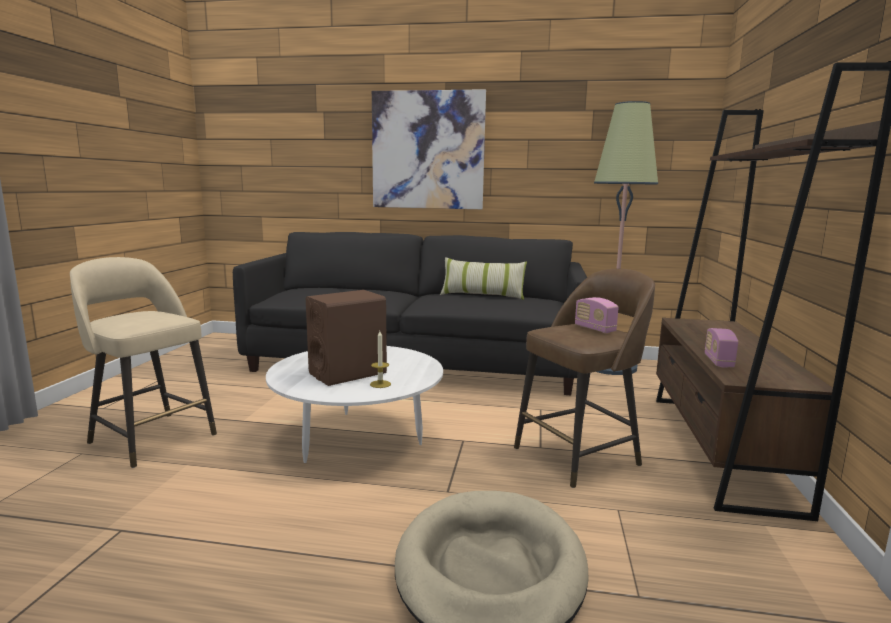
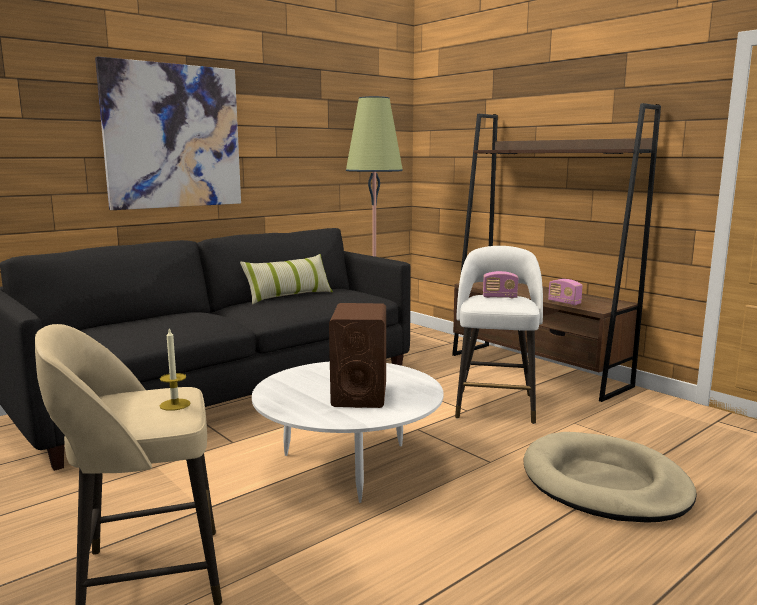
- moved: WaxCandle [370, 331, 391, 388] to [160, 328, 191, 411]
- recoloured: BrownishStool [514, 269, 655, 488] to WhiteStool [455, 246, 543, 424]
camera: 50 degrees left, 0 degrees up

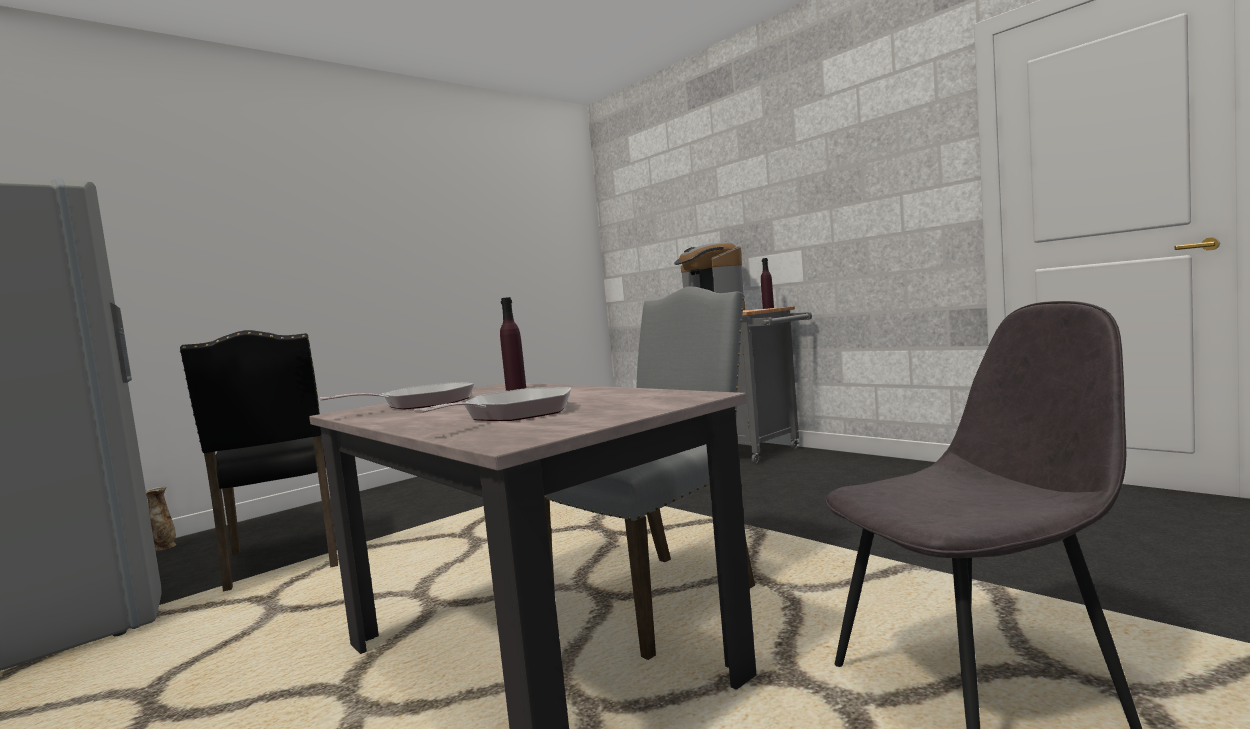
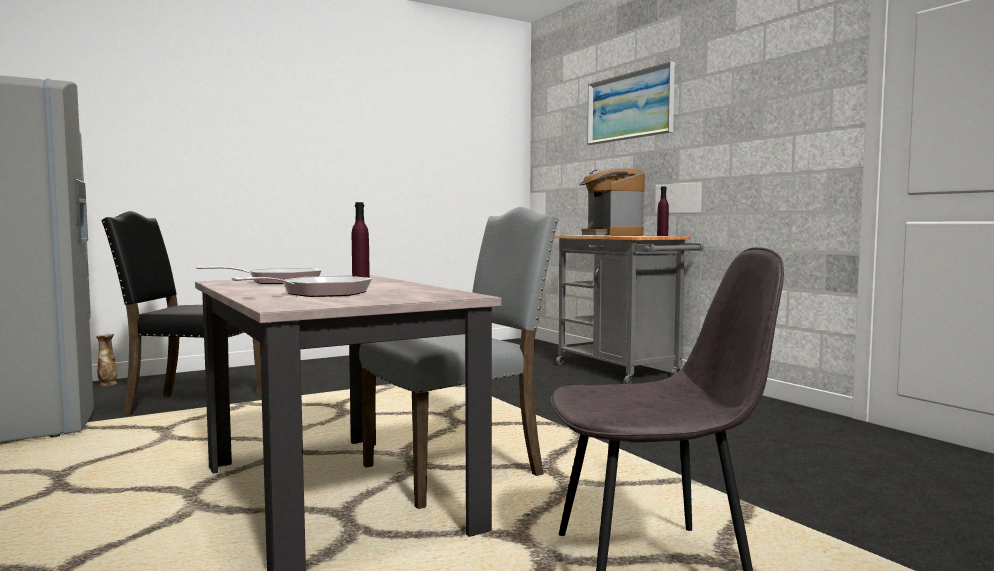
- turned: BlackPlainChair [180, 330, 338, 592] = [101, 211, 262, 416] 105 degrees clockwise
- added: WallArt [587, 61, 675, 145]
camera: 10 degrees right, 0 degrees up

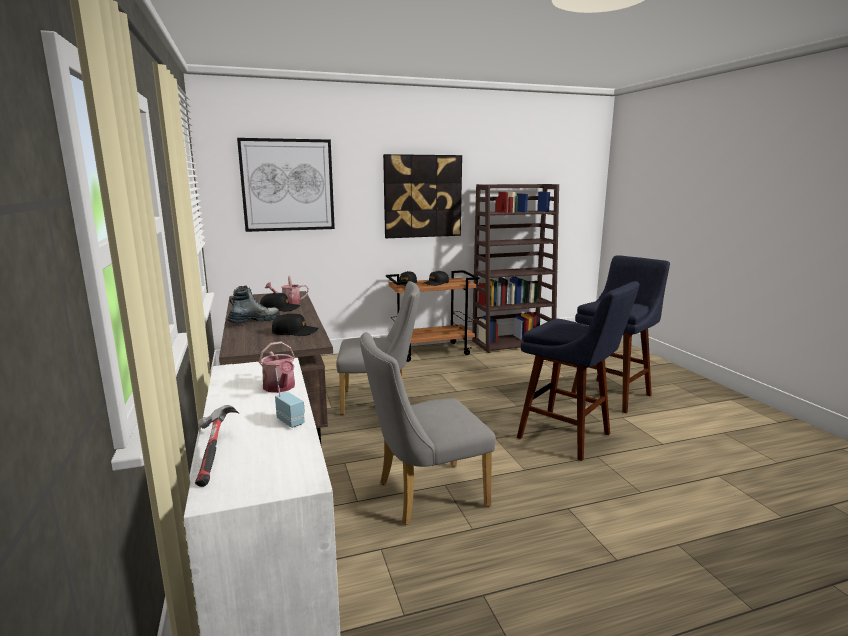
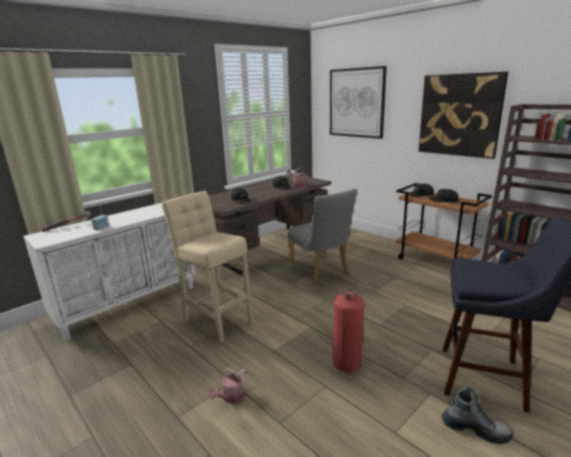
- moved: Boot [227, 286, 280, 324] to [442, 387, 513, 444]
- moved: SprinklingCan [259, 342, 295, 393] to [209, 368, 247, 403]
- replaced: GreyPlainChair [360, 332, 496, 525] to BeigeColouredStool [162, 191, 254, 343]
- replaced: BluishStool [517, 281, 640, 461] to Extinguisher [333, 283, 364, 372]
camera: 65 degrees right, 5 degrees up

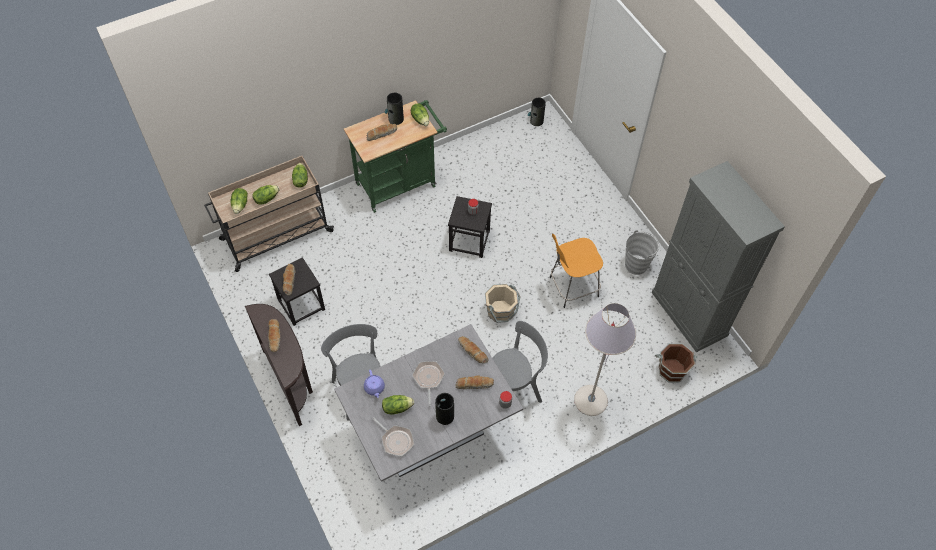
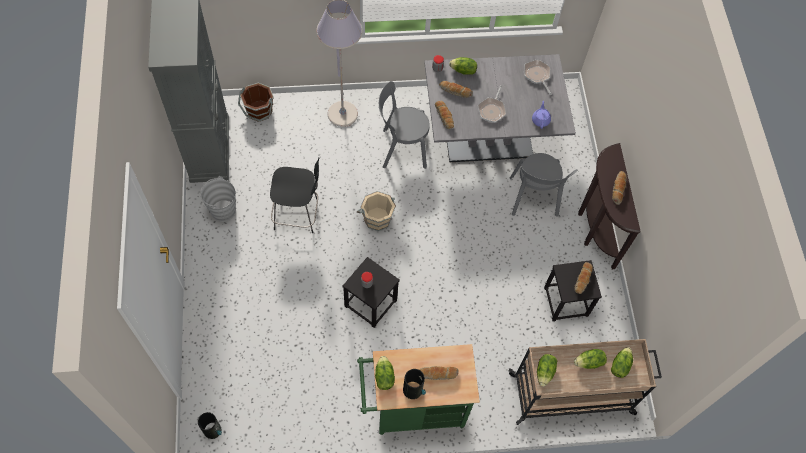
- moved: Lettuce [382, 395, 414, 415] to [449, 57, 477, 75]
- removed: FlowerVase [435, 393, 454, 425]
- recoloured: OrangeColouredStool [550, 234, 603, 308] to BlackStool [270, 157, 320, 233]
camera: 160 degrees left, 5 degrees up

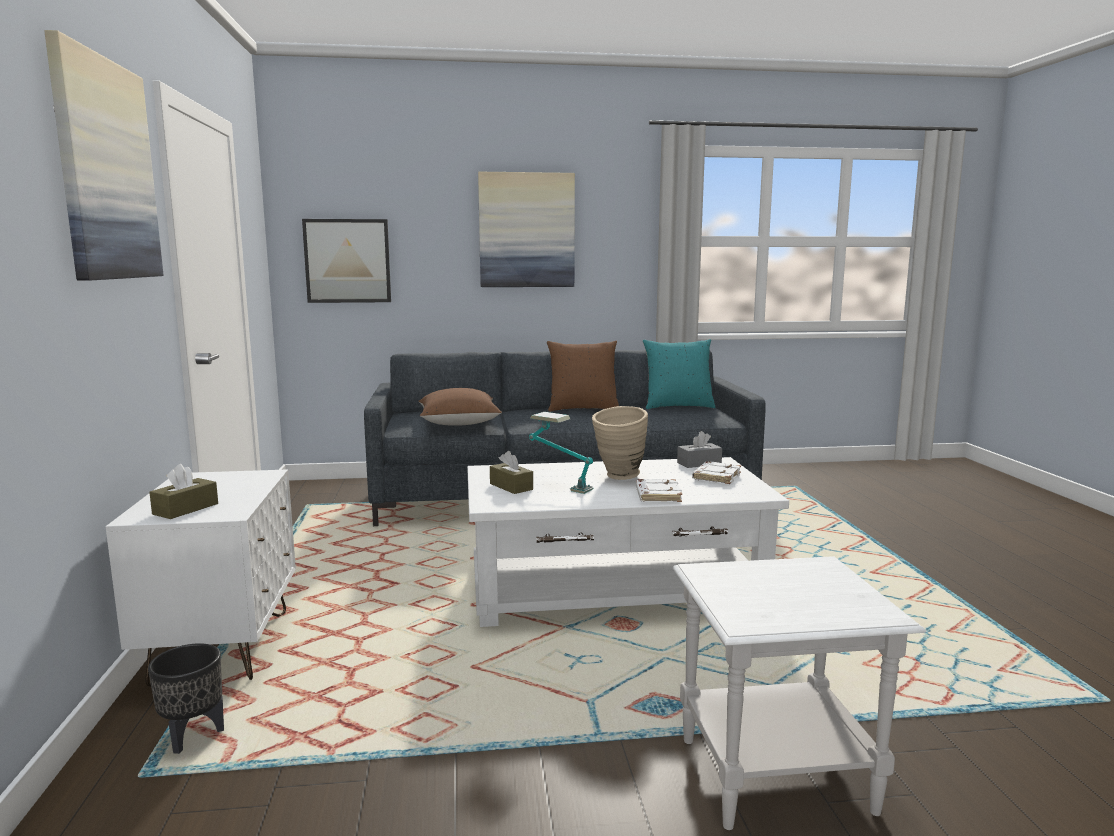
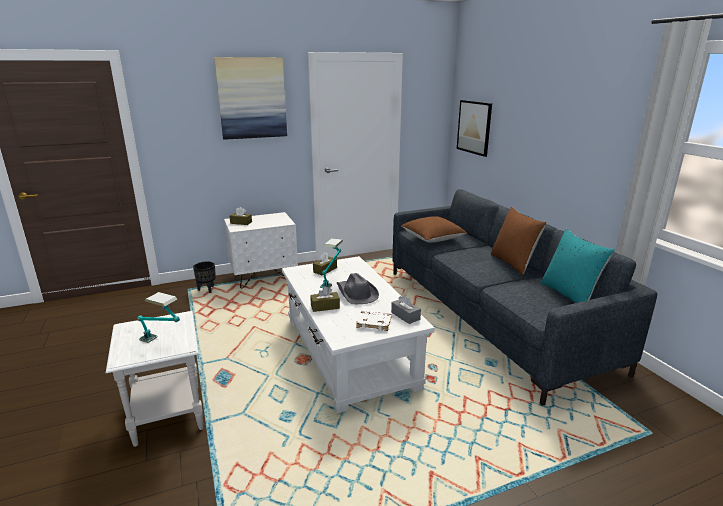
- removed: WallArt [478, 172, 575, 287]
- replaced: BeigeColouredFlowerVase [592, 406, 648, 480] to GreyWearableHat [337, 273, 379, 304]
- replaced: WhiteBook [636, 479, 682, 502] to BrownishTissueHolder [310, 287, 340, 312]
- added: LampForATable [137, 292, 180, 343]
camera: 75 degrees right, 10 degrees up

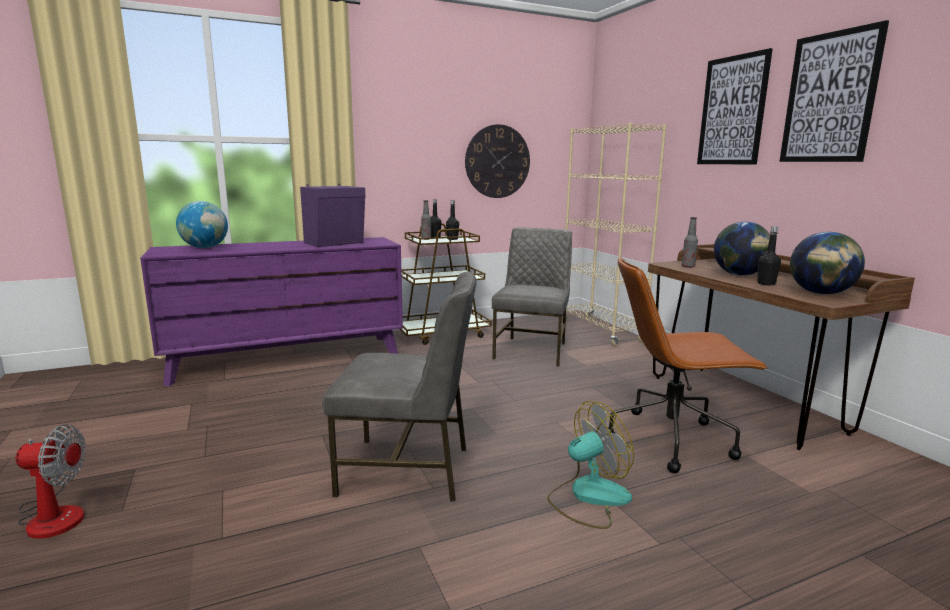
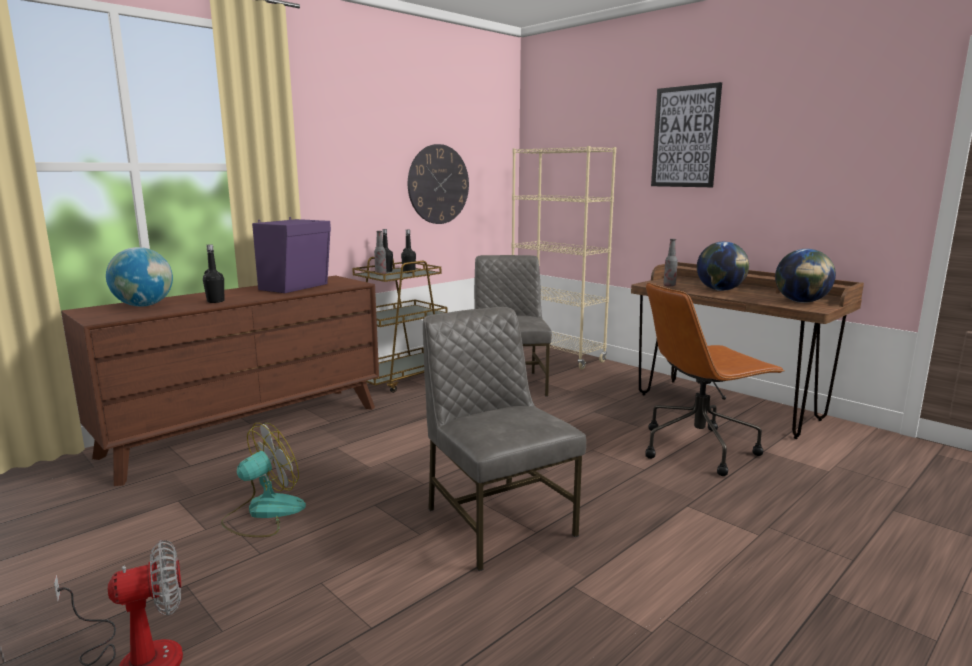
- recoloured: PurpleDrawerChest [140, 237, 403, 386] to BrownishDrawerChest [61, 276, 379, 486]
- turned: GreyPlainChair [322, 271, 477, 502] = [423, 307, 586, 571] 105 degrees counterclockwise
- moved: ElectricFan [547, 401, 634, 529] to [221, 423, 306, 537]
- moved: BlackBottle [757, 226, 781, 286] to [203, 244, 224, 303]
- removed: WallArt [779, 20, 889, 162]
camera: 20 degrees left, 0 degrees up

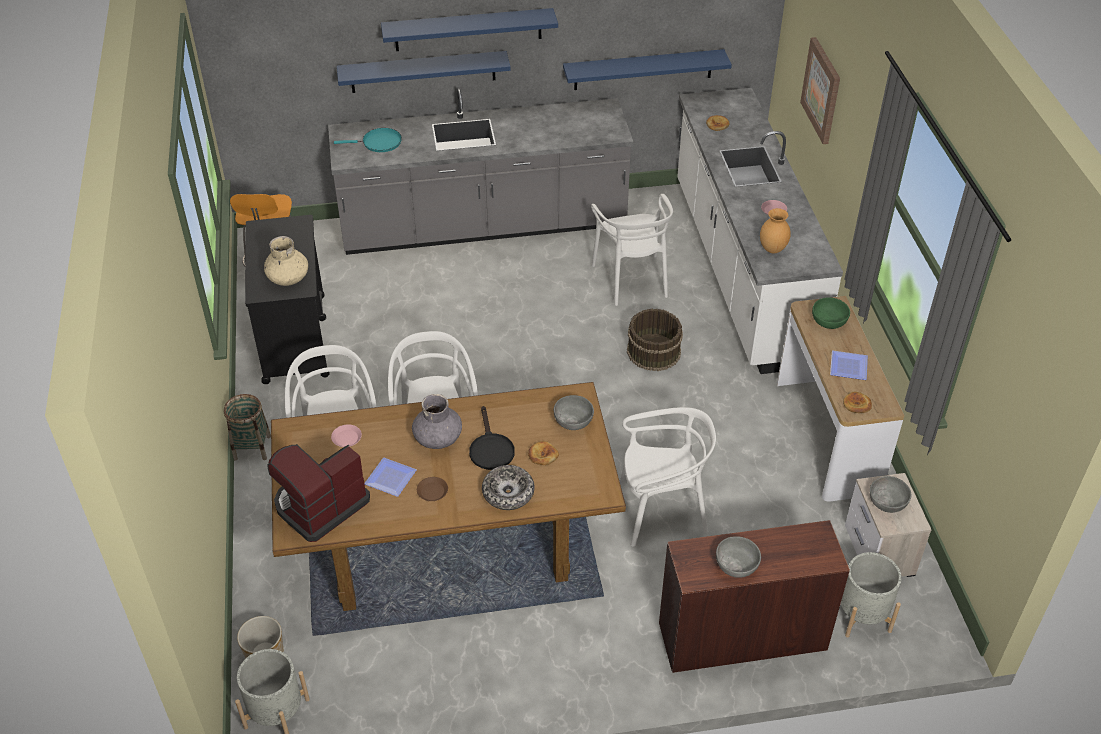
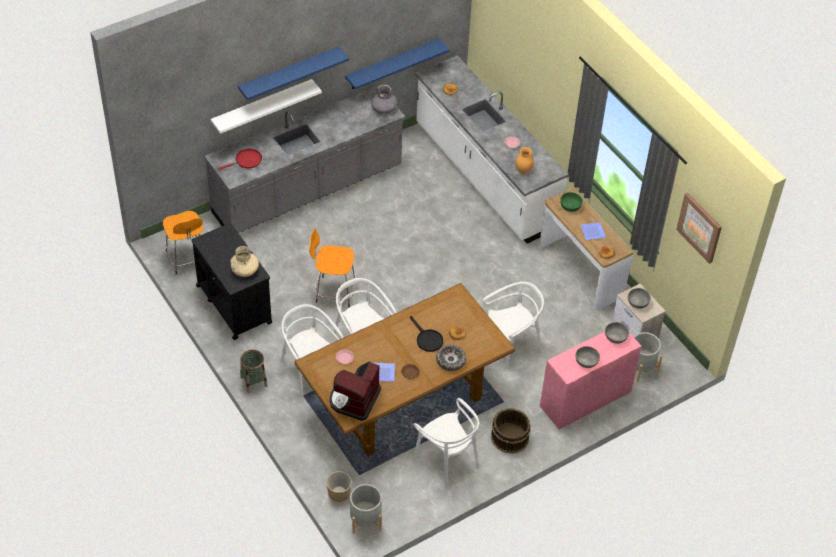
- recoloured: BlueGreenSkillet [334, 128, 402, 152] to ReddishSkillet [218, 149, 262, 170]
- recoloured: BluishWallShelf [337, 51, 511, 93] to WhiteWallShelf [211, 79, 322, 134]
- moved: GreyFlowerVase [412, 394, 462, 449] to [371, 85, 397, 114]
- moved: GreyServingBowl [554, 395, 594, 430] to [605, 322, 629, 344]
- moved: WhitePlainChair [591, 194, 673, 306] to [413, 398, 479, 488]
- moved: BrownishBucket [627, 308, 683, 371] to [491, 408, 531, 453]
- recoloured: BrownishDeskTable [659, 520, 850, 673] to PinkishDeskTable [540, 332, 642, 430]
- moved: WallArt [800, 37, 840, 144] to [676, 193, 722, 264]
- added: OrangeColouredStool [309, 228, 357, 307]
camera: 25 degrees left, 5 degrees up

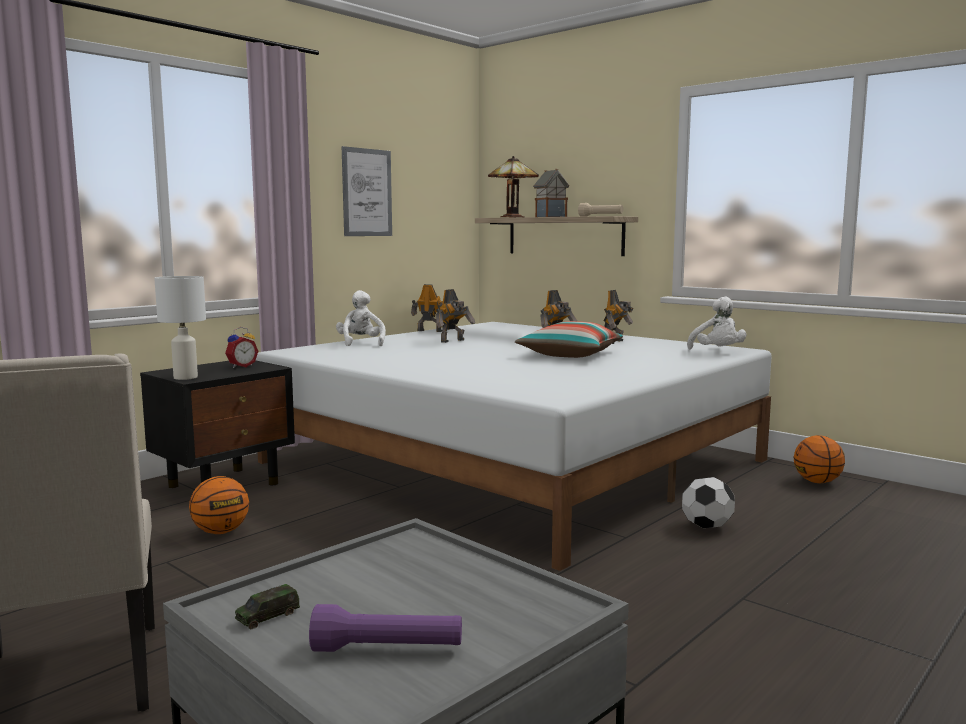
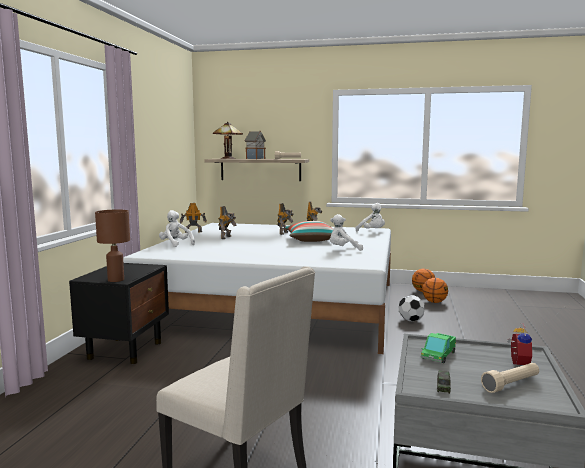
- recoloured: WhiteLampForATable [154, 276, 206, 380] to BrownishLampForATable [95, 210, 130, 282]
- moved: BallForBasketball [189, 476, 249, 534] to [422, 278, 448, 303]
- moved: BedsideClock [225, 327, 258, 368] to [507, 323, 532, 366]
- recoloured: PurpleFlashlight [309, 604, 462, 652] to BeigeColouredFlashlight [481, 363, 539, 393]
- removed: WallArt [342, 146, 392, 236]
- added: WhitePlushToy [330, 214, 363, 251]
- added: ModelTruck [421, 333, 456, 363]
camera: 30 degrees left, 0 degrees up

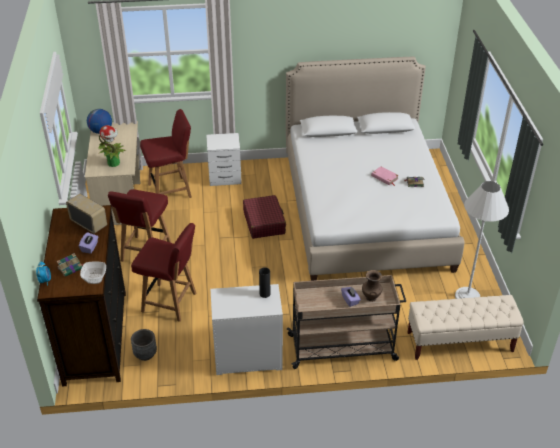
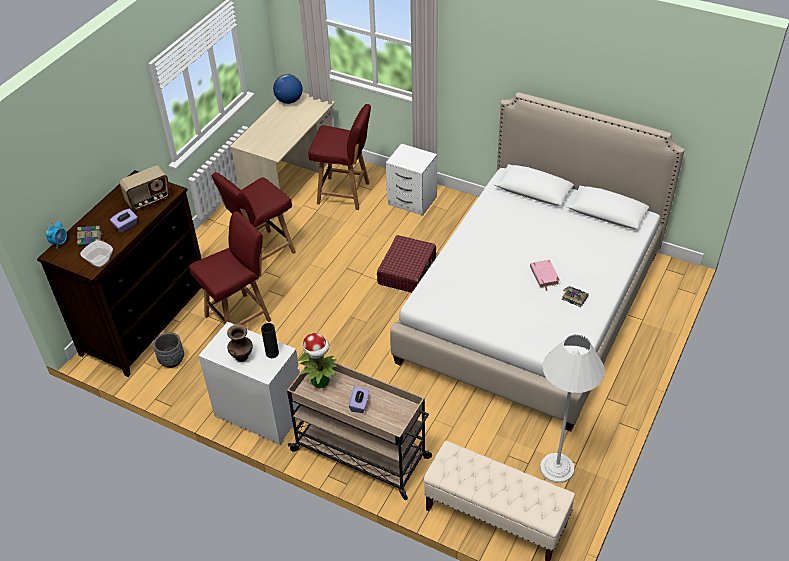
- turned: RadioReceiver [66, 194, 107, 234] = [119, 165, 171, 210] 75 degrees clockwise
- moved: Houseplant [98, 125, 126, 167] to [297, 333, 338, 388]
- turned: ReddishPlainChair [131, 223, 196, 322] = [189, 211, 271, 325] 90 degrees counterclockwise
- moved: BrownishFlowerVase [362, 270, 382, 302] to [227, 324, 253, 362]
camera: 35 degrees right, 5 degrees up

